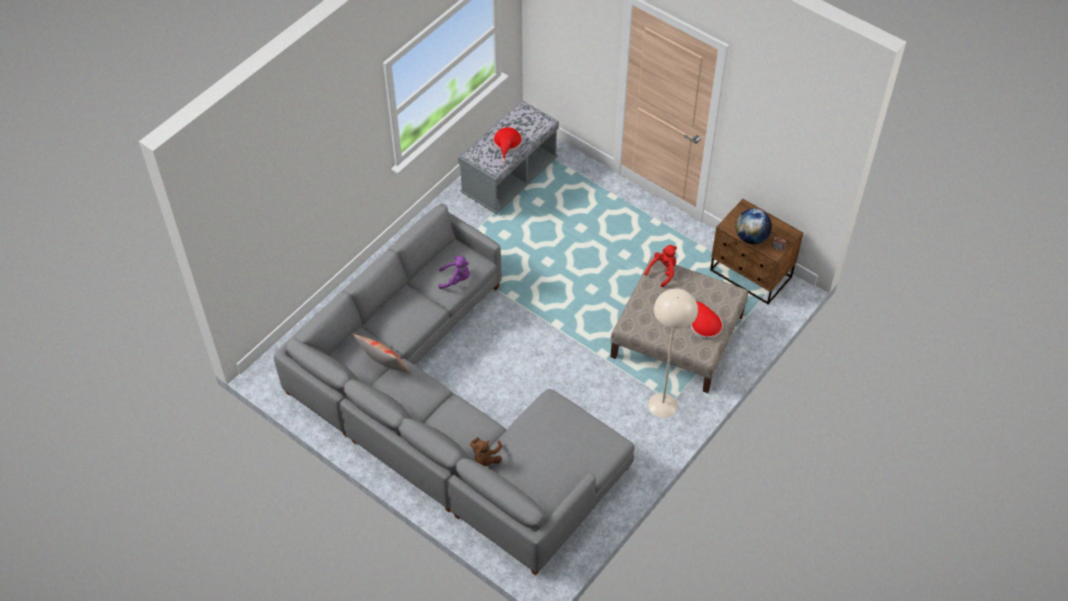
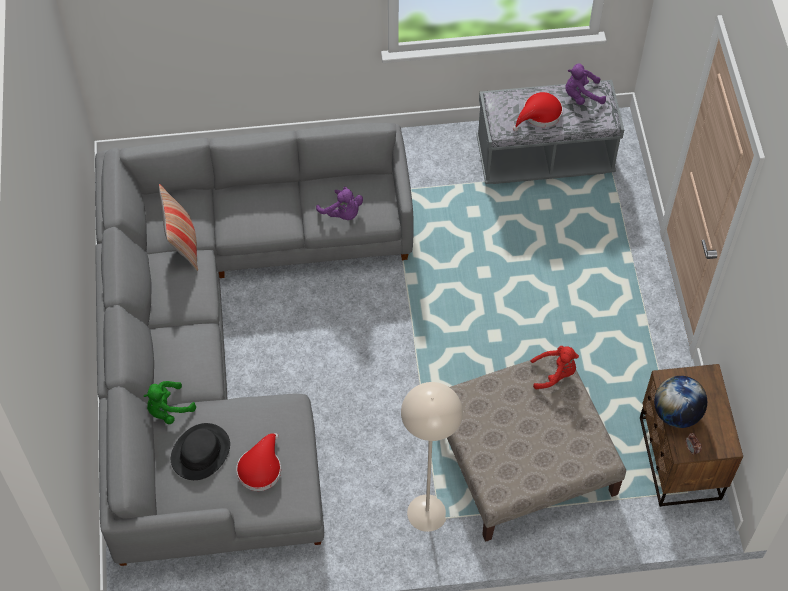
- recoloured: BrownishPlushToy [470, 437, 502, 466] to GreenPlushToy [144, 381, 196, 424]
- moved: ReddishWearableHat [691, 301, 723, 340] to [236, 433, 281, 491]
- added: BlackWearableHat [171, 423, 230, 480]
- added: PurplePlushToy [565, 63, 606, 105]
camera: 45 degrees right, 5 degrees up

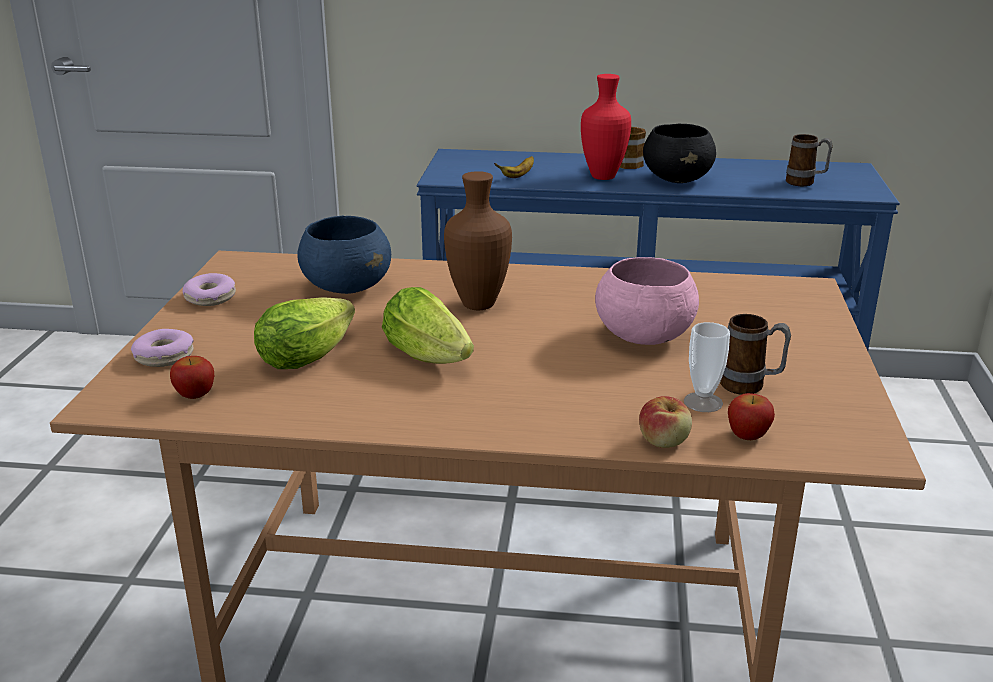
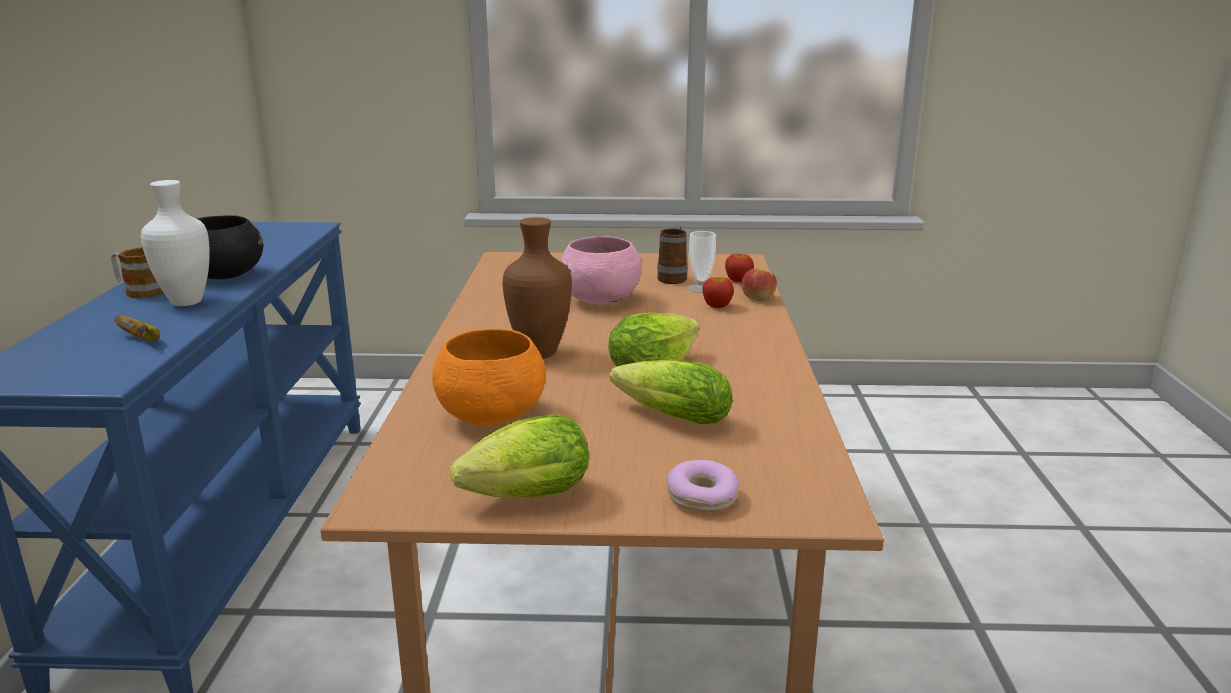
- moved: Apple [170, 356, 214, 399] to [703, 277, 734, 308]
- replaced: Donut [183, 273, 236, 306] to Lettuce [450, 414, 589, 498]
- recoloured: BluishServingBowl [297, 215, 391, 294] to OrangeColouredServingBowl [432, 329, 546, 426]
- recoloured: ReddishFlowerVase [581, 74, 631, 180] to WhiteFlowerVase [141, 180, 210, 306]
- removed: CoffeeMug [786, 134, 833, 186]
camera: 95 degrees left, 5 degrees down

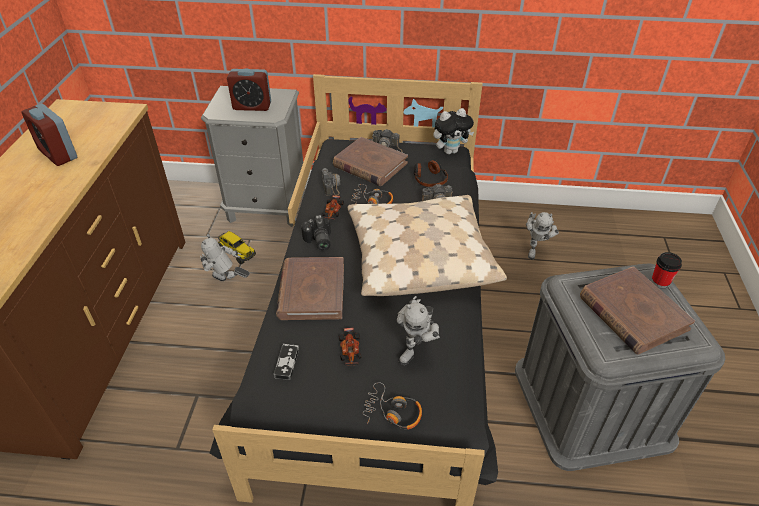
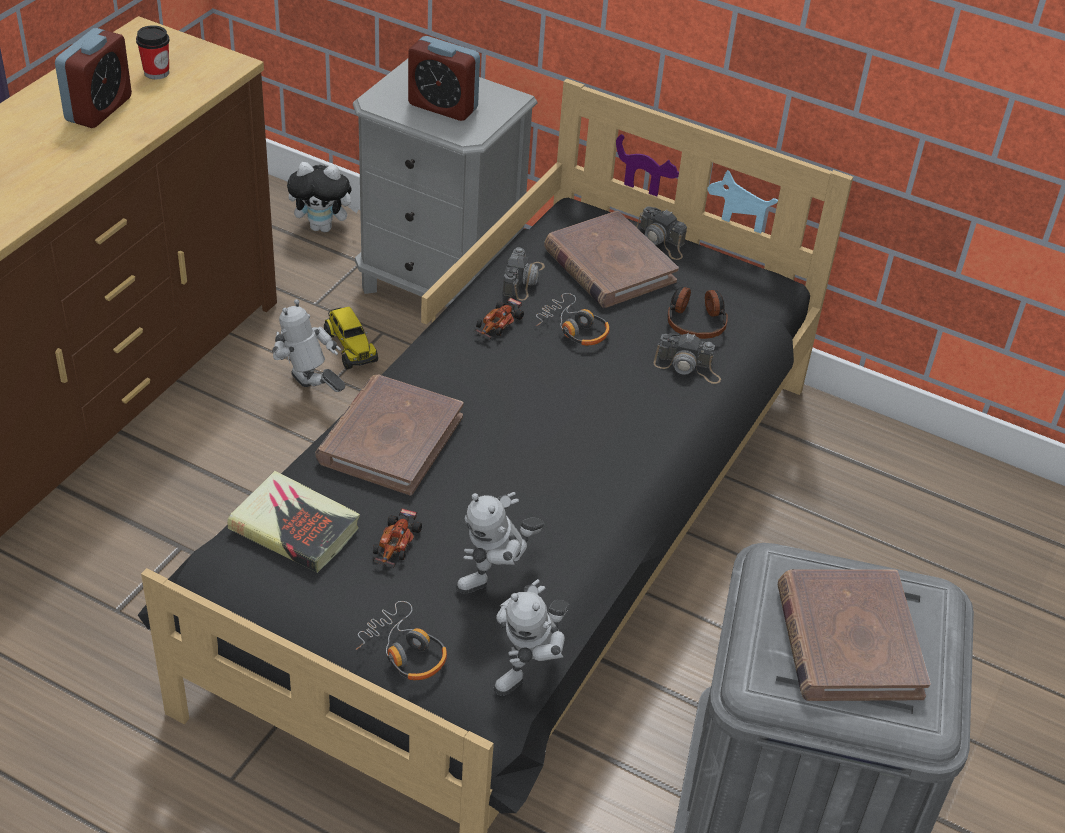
- turned: BedsideClock [22, 104, 77, 166] = [55, 28, 132, 128] 135 degrees counterclockwise
- replaced: Gamepad [274, 344, 299, 380] to Book [227, 471, 360, 573]
- removed: StillCamera [301, 215, 331, 251]
- removed: BeigeColouredThrowPillow [348, 195, 507, 296]
- moved: PlushToy [433, 108, 474, 154] to [287, 162, 359, 232]
- moved: ToyRobot [526, 212, 559, 259] to [493, 579, 569, 696]
- moved: SmallCup [651, 252, 682, 289] to [136, 25, 169, 79]
camera: 20 degrees right, 0 degrees up

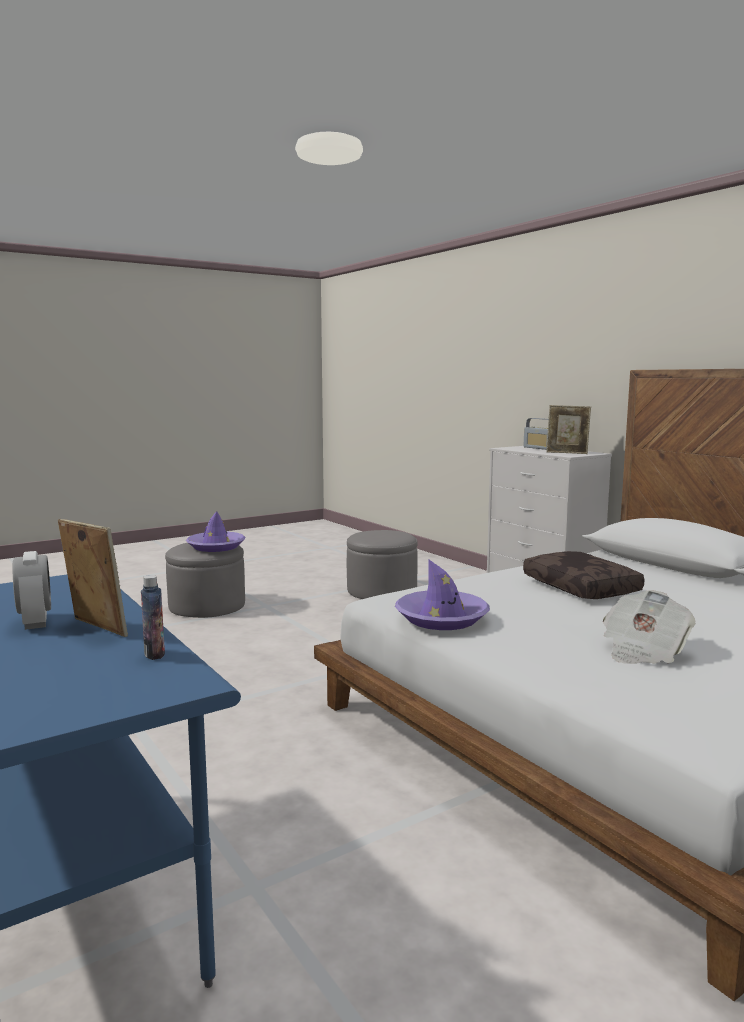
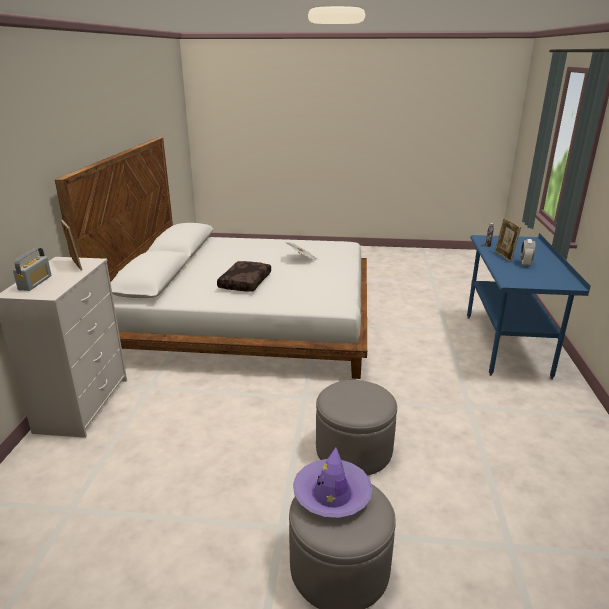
- moved: GreyOttoman [347, 530, 418, 599] to [316, 380, 397, 476]
- removed: PurpleWearableHat [395, 560, 490, 630]
camera: 140 degrees left, 15 degrees up

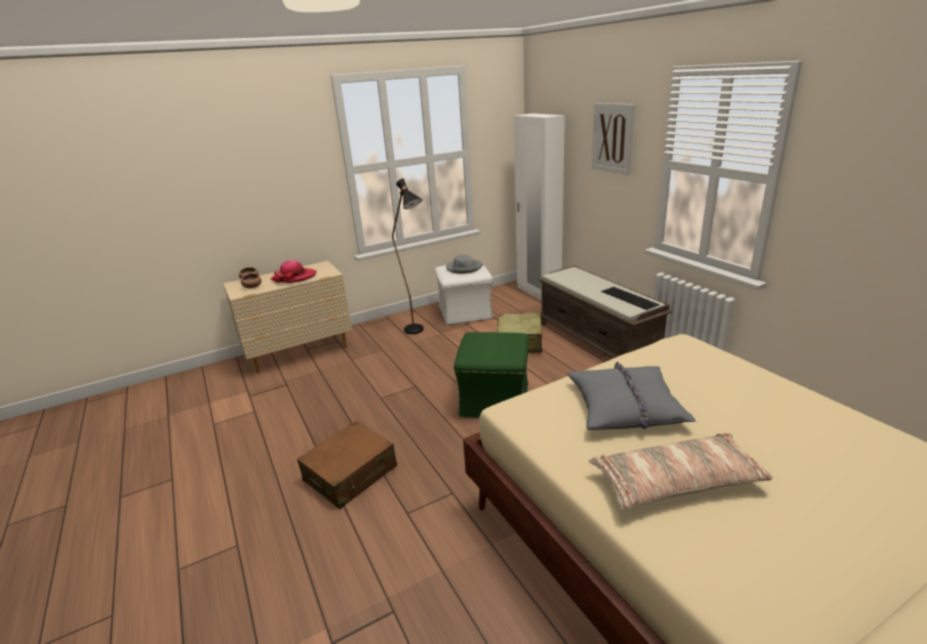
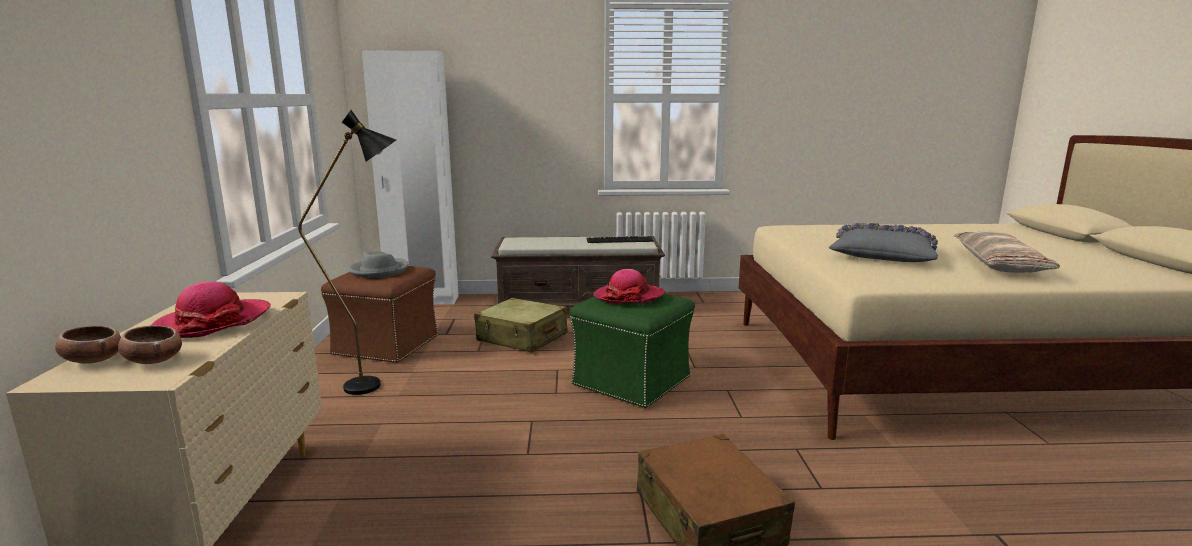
- recoloured: WhiteOttoman [435, 264, 493, 326] to BrownishOttoman [321, 266, 438, 363]
- removed: WallArt [592, 103, 635, 175]
- added: WearableHat [593, 269, 665, 304]
camera: 65 degrees left, 10 degrees down

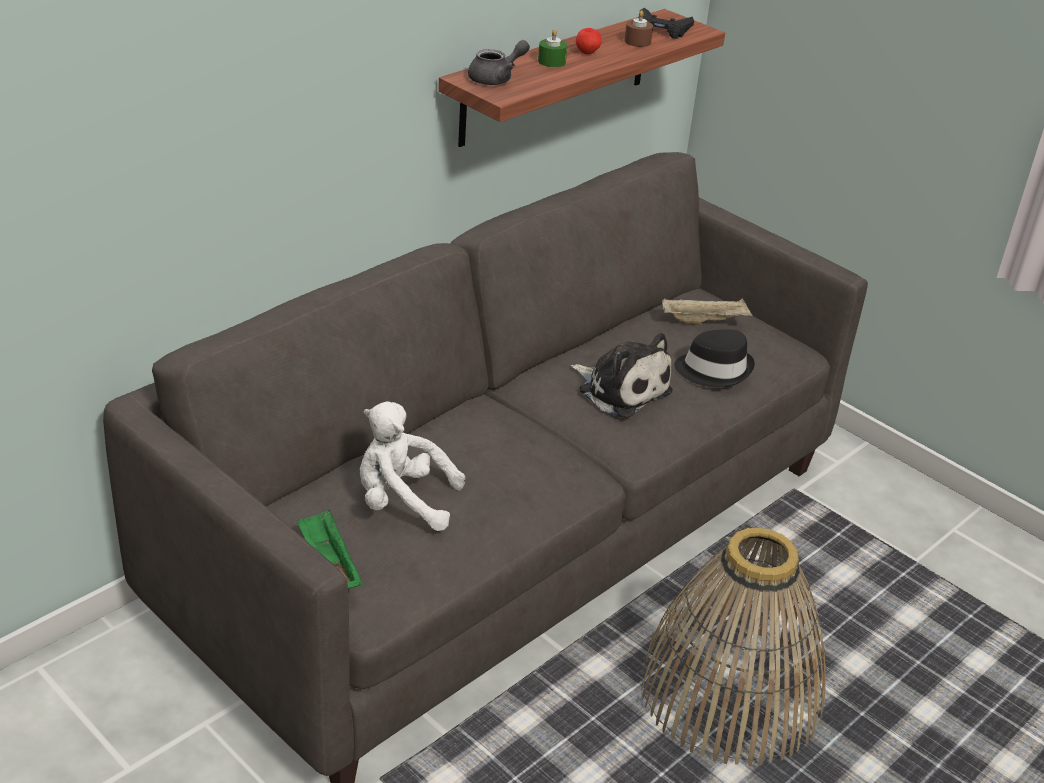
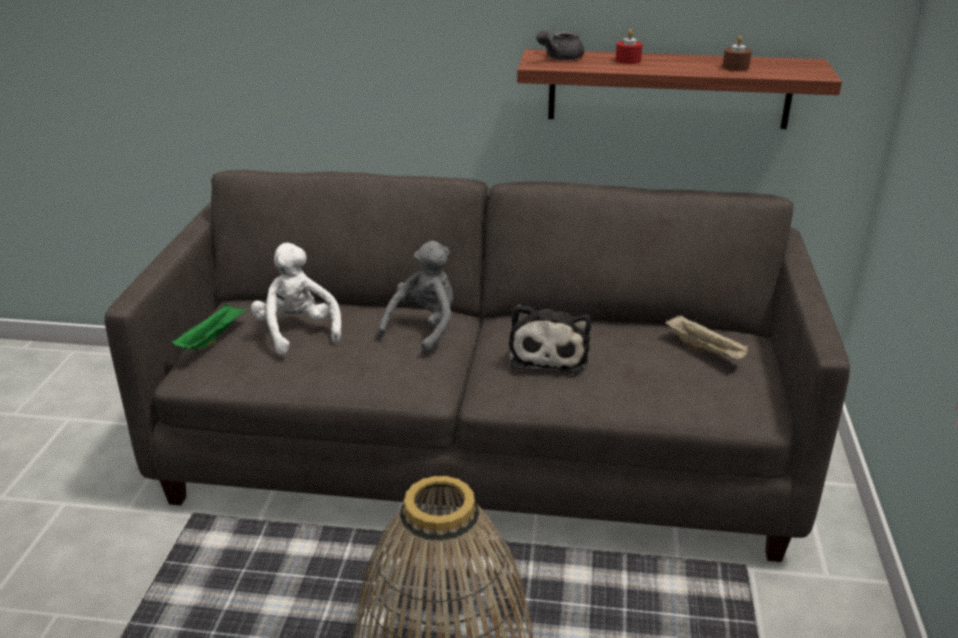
- turned: GreyTeaPot [468, 40, 530, 85] = [536, 30, 584, 60] 120 degrees clockwise
- recoloured: GreenWaxCandle [538, 29, 567, 67] to ReddishWaxCandle [616, 29, 643, 64]
- removed: Apple [576, 28, 602, 54]
- removed: BlackGamepad [638, 8, 694, 39]
- removed: BlackWearableHat [674, 329, 755, 387]
- added: GreyPlushToy [377, 241, 453, 355]
camera: 55 degrees right, 5 degrees down

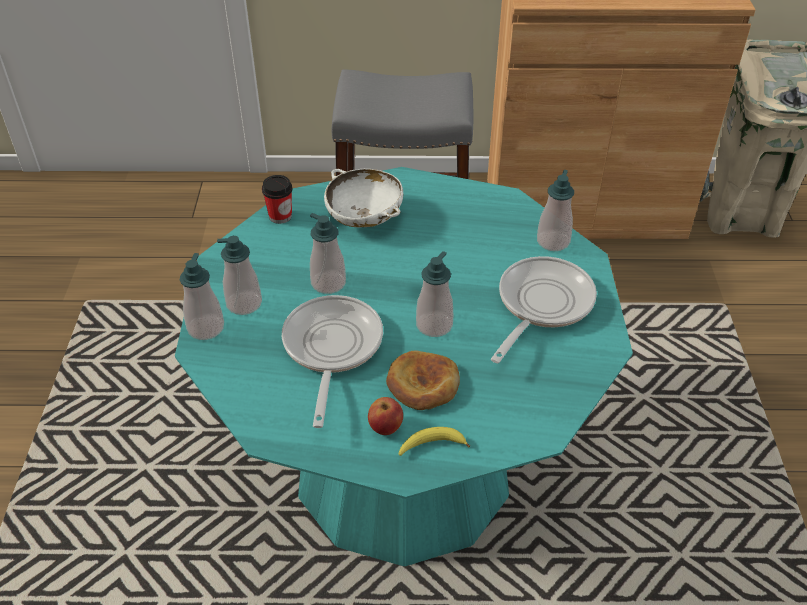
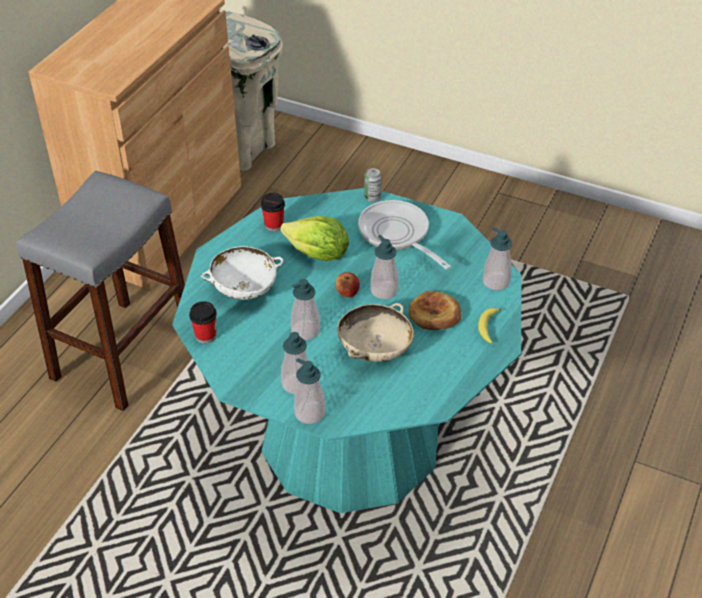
- replaced: Skillet [282, 295, 383, 428] to BeigeColouredServingBowl [337, 303, 414, 362]
- moved: Apple [368, 397, 403, 435] to [335, 272, 360, 298]
- moved: LiquidSoapBottle [537, 170, 574, 251] to [483, 227, 512, 291]
- added: SmallCup [261, 193, 285, 232]
- added: Lettuce [280, 216, 349, 261]
- added: MetalCan [364, 168, 382, 202]
camera: 65 degrees left, 0 degrees up

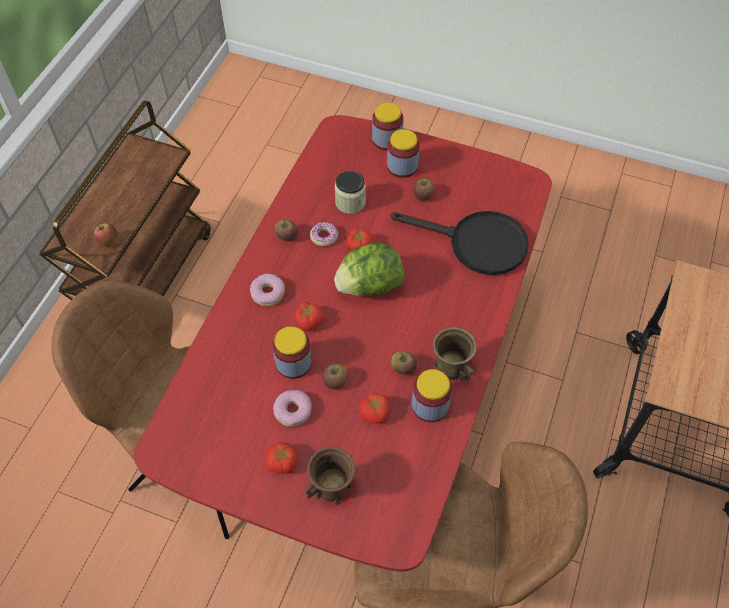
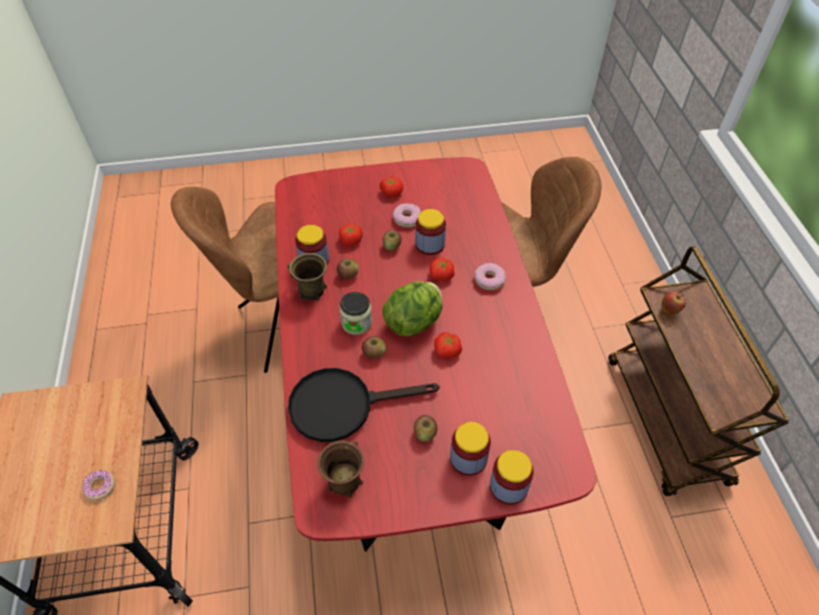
- moved: Apple [275, 219, 298, 241] to [362, 336, 386, 359]
- moved: BrownishCoffeeMug [304, 447, 355, 505] to [317, 441, 364, 498]
- moved: Donut [310, 222, 338, 246] to [82, 470, 115, 501]
- moved: Jar [335, 171, 366, 214] to [339, 292, 372, 335]
camera: 150 degrees right, 5 degrees down

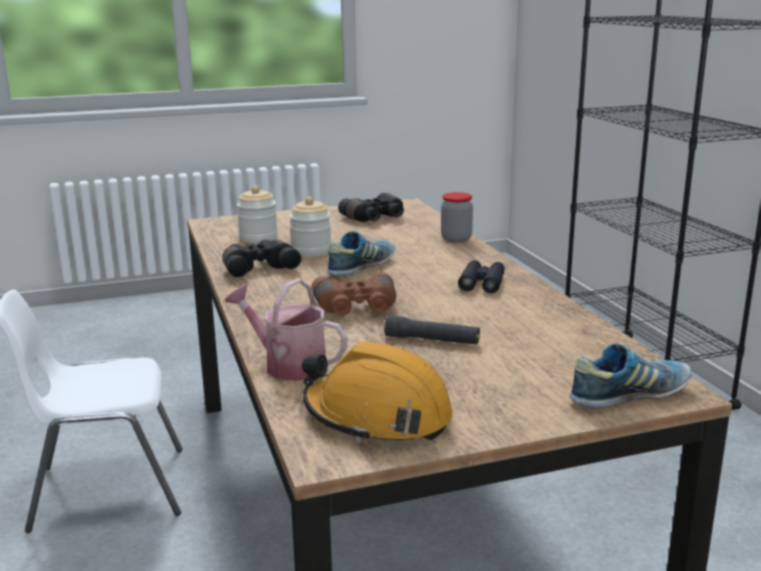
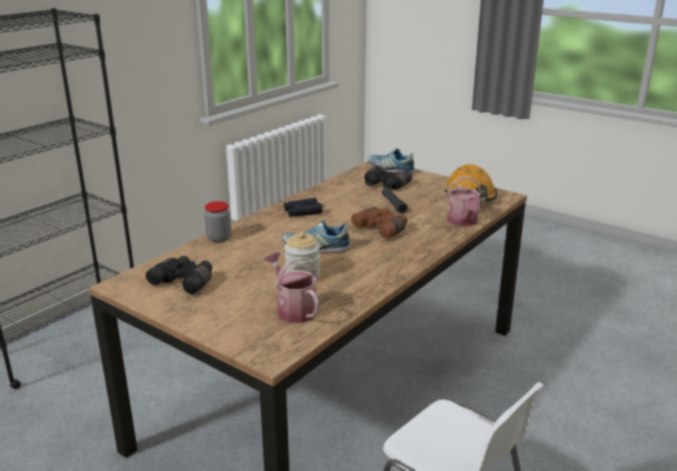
- moved: BlackBinoculars [222, 240, 301, 278] to [365, 165, 412, 189]
- replaced: Jar [237, 186, 278, 243] to SprinklingCan [264, 252, 319, 323]
camera: 125 degrees left, 5 degrees up

